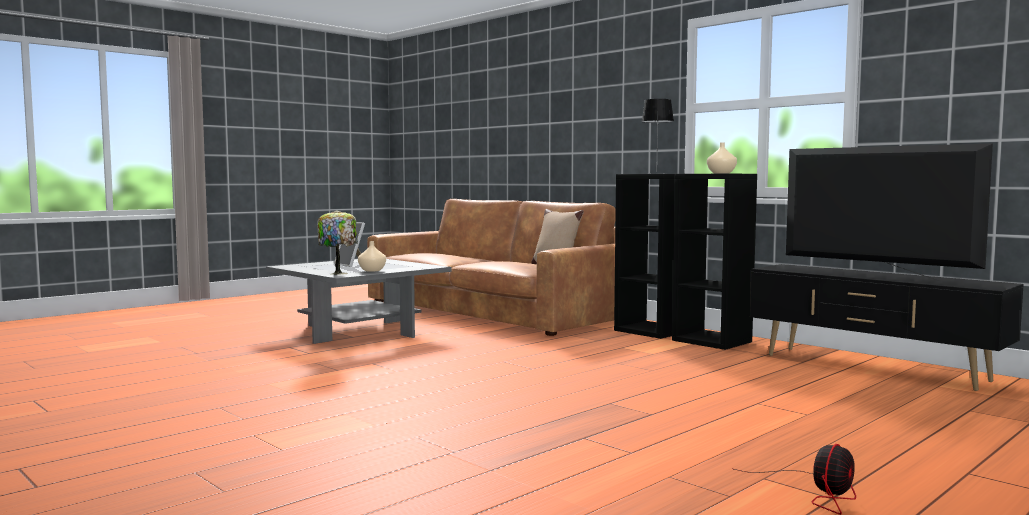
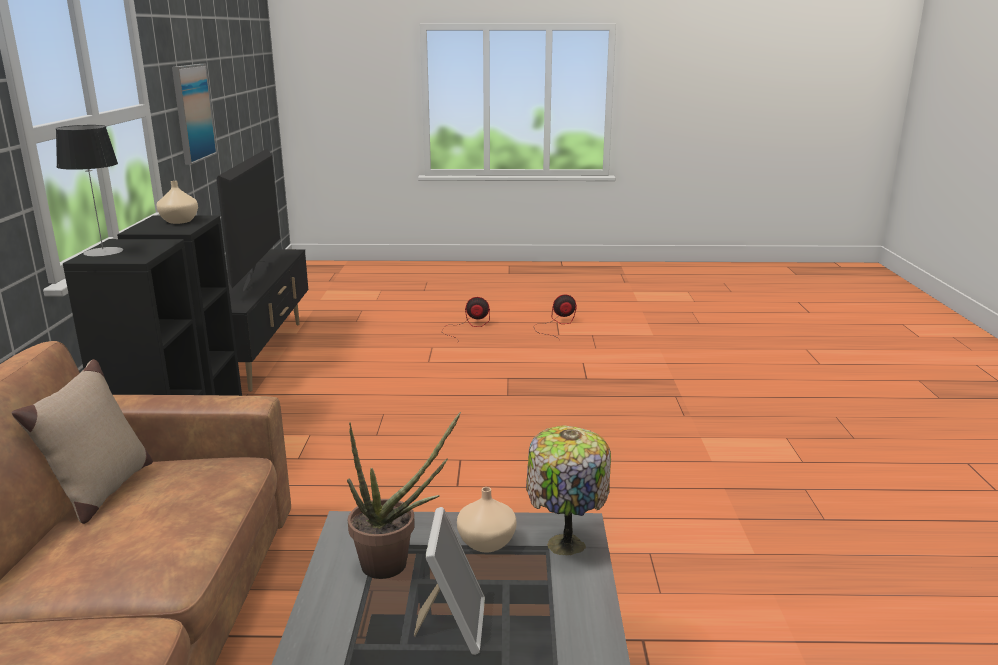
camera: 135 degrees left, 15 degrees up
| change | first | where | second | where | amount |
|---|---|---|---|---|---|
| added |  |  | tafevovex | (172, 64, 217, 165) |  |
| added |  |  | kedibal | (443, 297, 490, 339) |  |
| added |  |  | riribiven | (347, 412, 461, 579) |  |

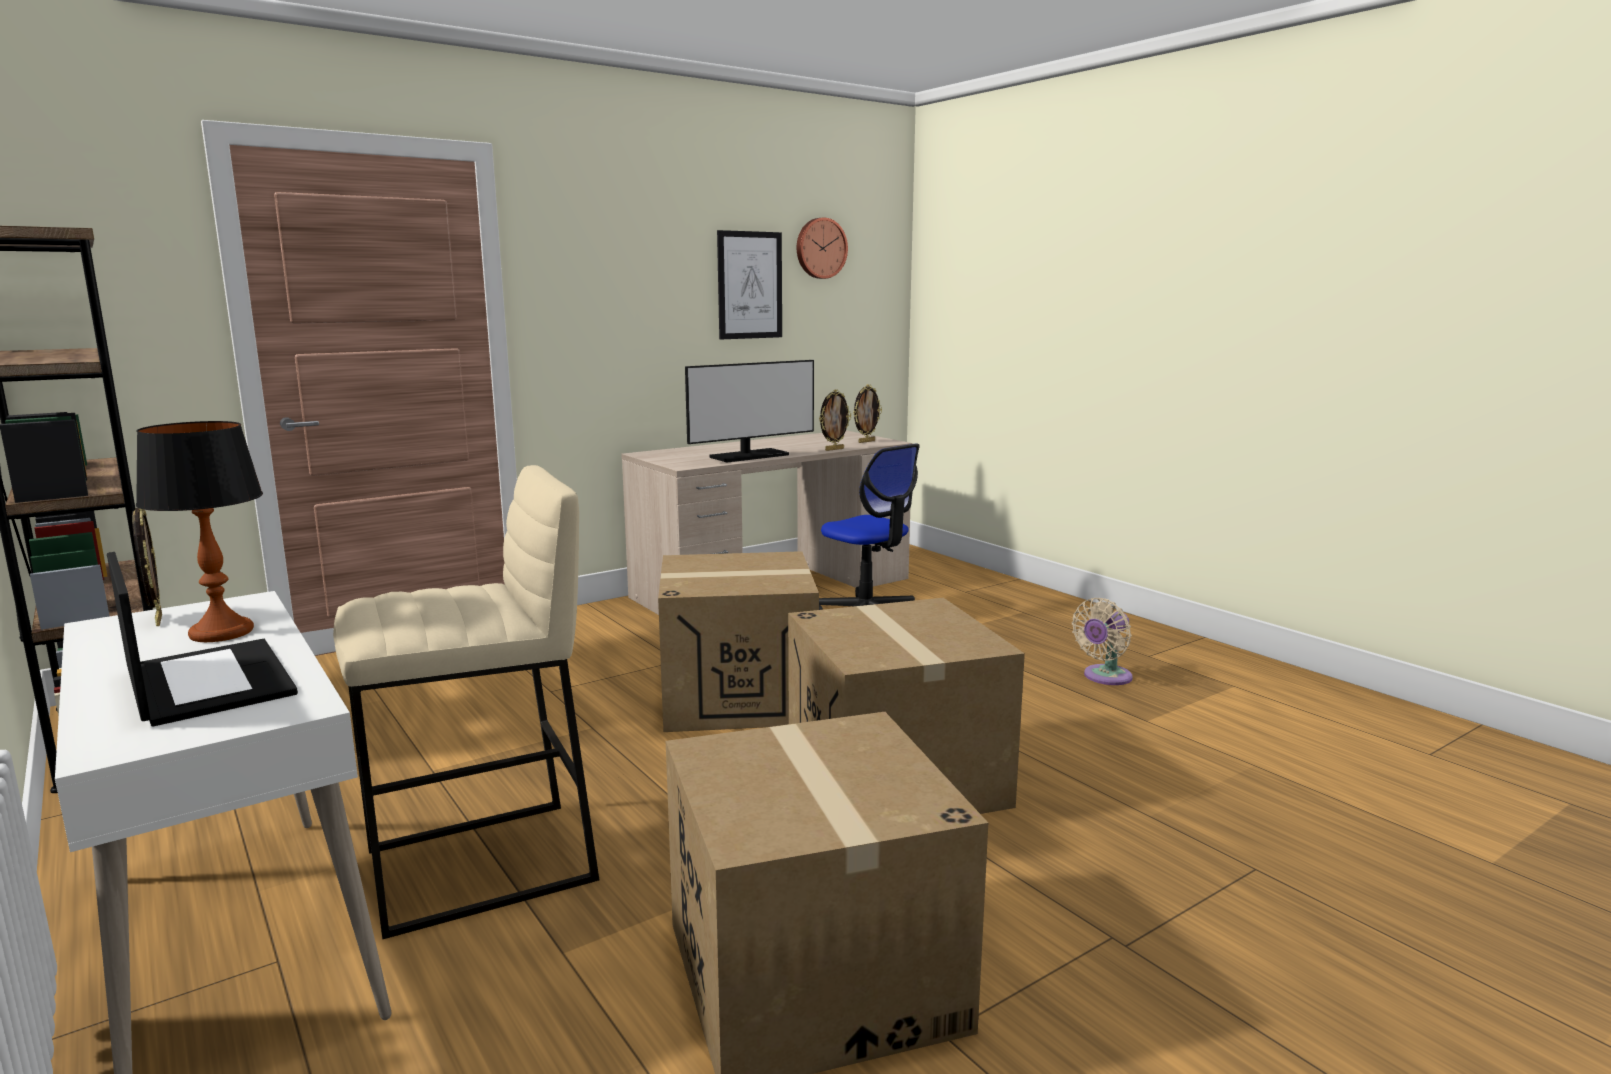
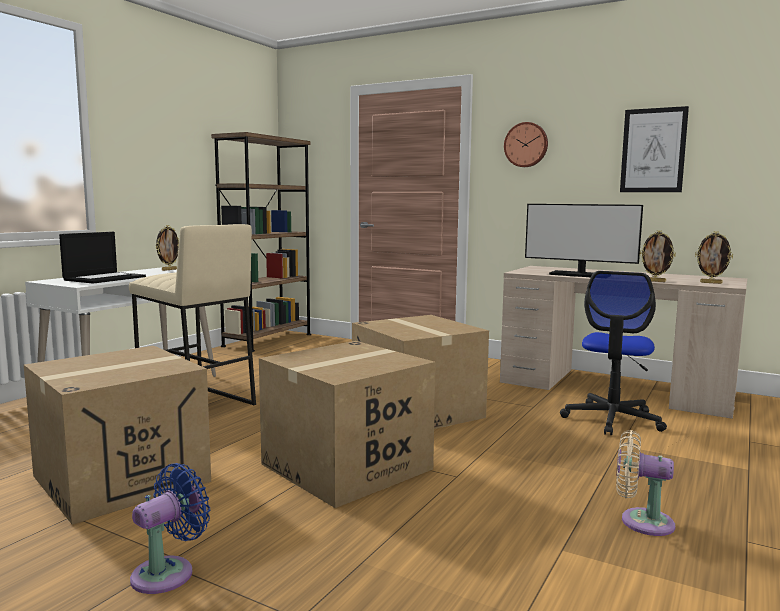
camera: 65 degrees right, 5 degrees down
| change | first | where | second | where | amount |
|---|---|---|---|---|---|
| moved | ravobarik | (797, 218, 848, 279) |  | (504, 122, 548, 167) |  |
| removed | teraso | (136, 421, 263, 642) |  |  |  |
| added |  |  | blue kedibal | (130, 463, 210, 594) |  |

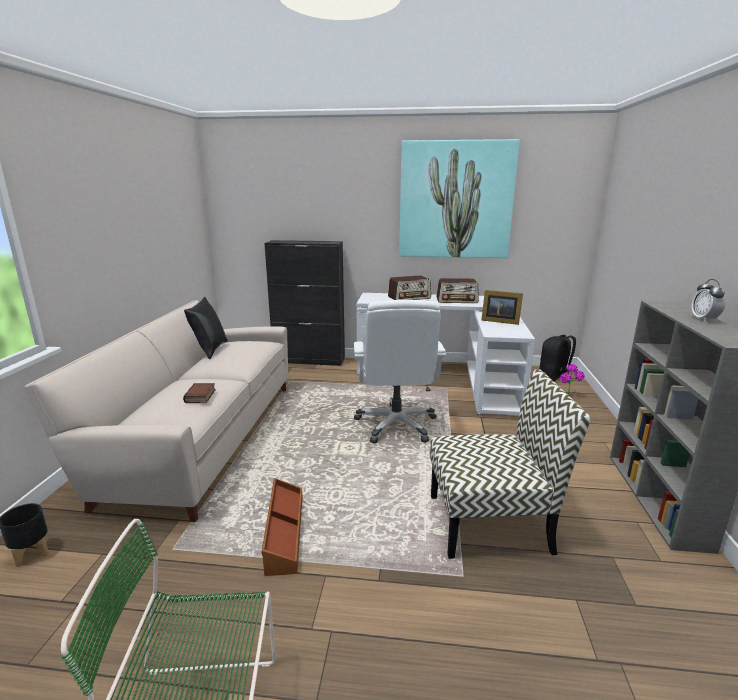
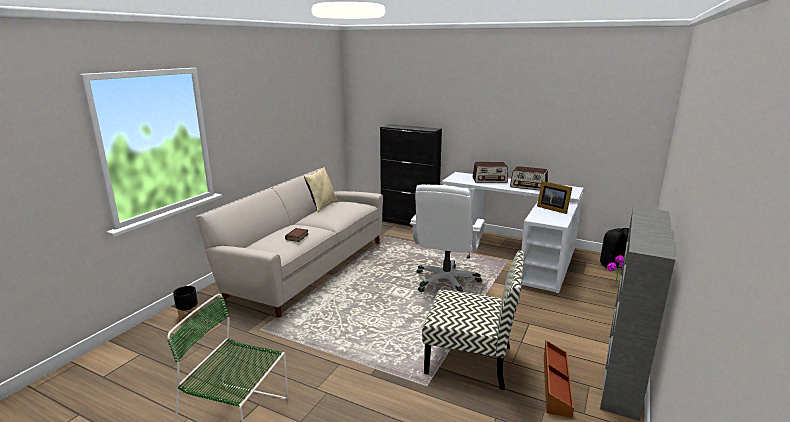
camera: 20 degrees right, 0 degrees up
| change | first | where | second | where | amount |
|---|---|---|---|---|---|
| removed | tafevovex | (399, 139, 520, 258) |  |  |  |
| removed | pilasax | (692, 279, 726, 322) |  |  |  |
| recoloured | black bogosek | (184, 297, 228, 359) | beige bogosek | (304, 167, 338, 213) |  |
| moved | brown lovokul | (262, 478, 303, 576) |  | (544, 340, 574, 418) |  |

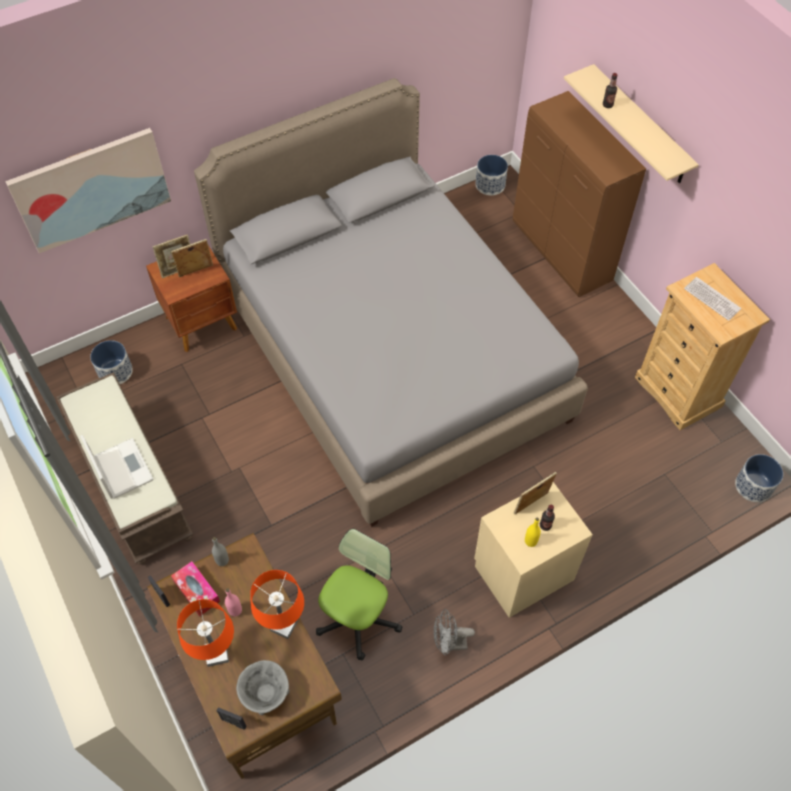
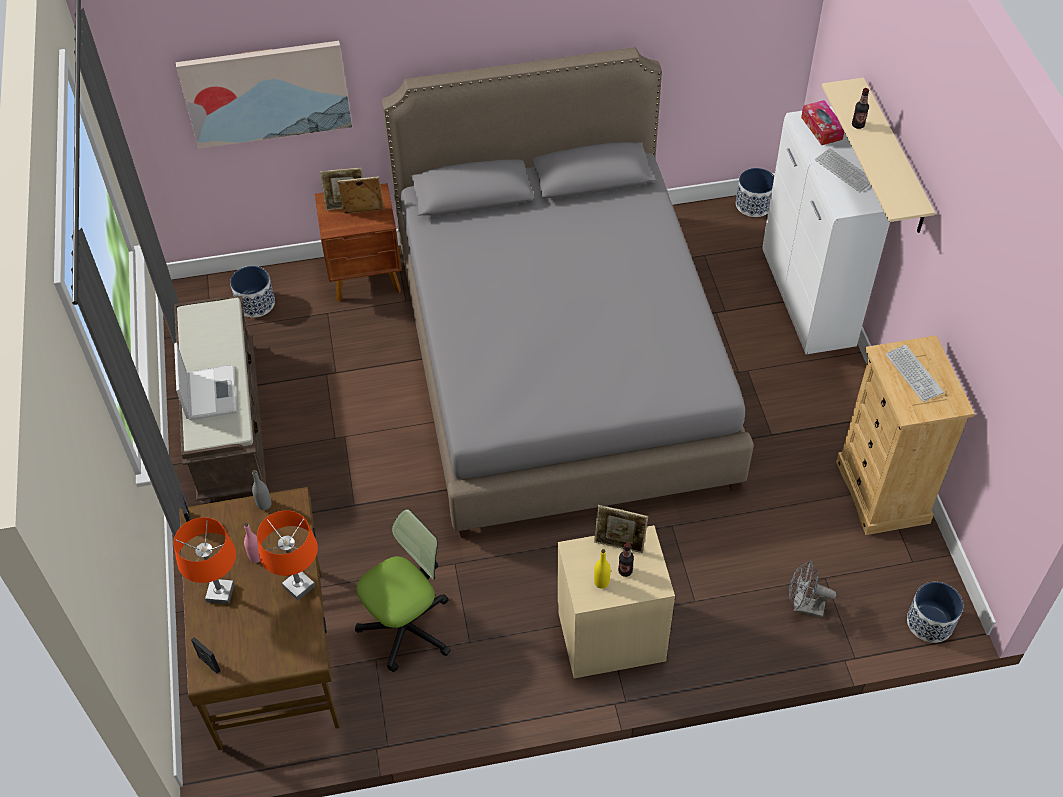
camera: 20 degrees right, 5 degrees down
| change | first | where | second | where | amount |
|---|---|---|---|---|---|
| recoloured | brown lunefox | (513, 91, 646, 297) | white lunefox | (762, 106, 890, 354) |  |
| turned | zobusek | (514, 472, 557, 514) |  | (594, 505, 648, 553) | 150 degrees counterclockwise |
| moved | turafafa | (171, 561, 220, 617) |  | (801, 100, 844, 145) |  |
| moved | grey kedibal | (434, 609, 475, 656) |  | (789, 561, 836, 618) |  |
| removed | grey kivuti | (236, 660, 290, 715) |  |  |  |
| added |  |  | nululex | (815, 148, 871, 192) |  |

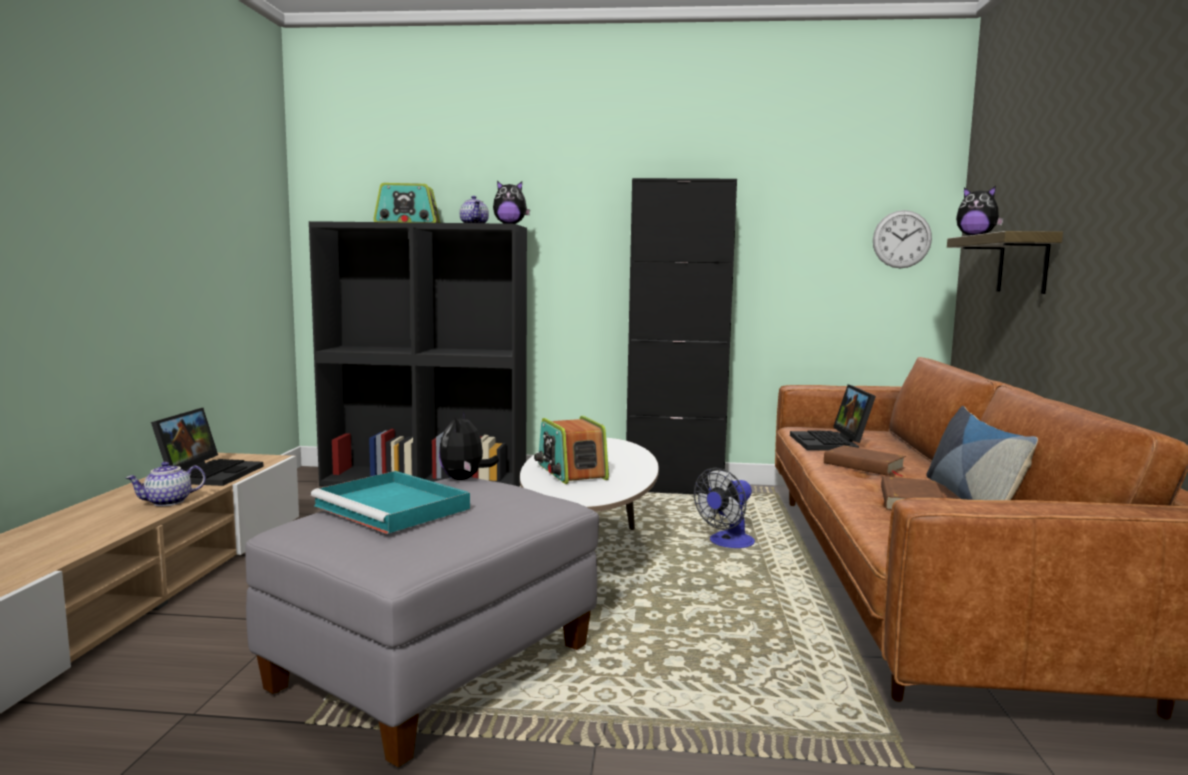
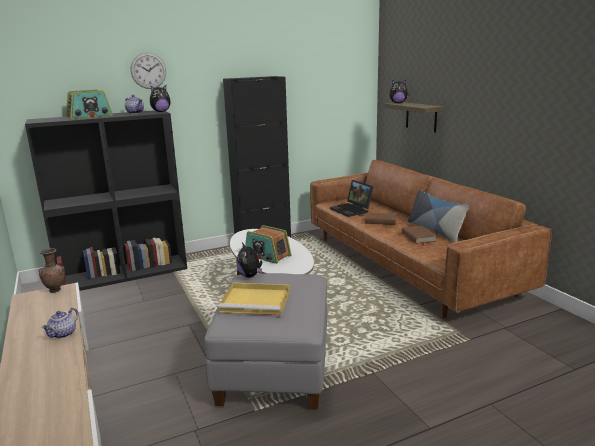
camera: 30 degrees left, 10 degrees up
| change | first | where | second | where | amount |
|---|---|---|---|---|---|
| moved | ravobarik | (873, 210, 932, 268) |  | (131, 53, 166, 89) |  |
| removed | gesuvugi | (151, 408, 264, 486) |  |  |  |
| removed | kedibal | (694, 468, 755, 548) |  |  |  |
| recoloured | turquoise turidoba | (311, 471, 470, 534) | yellow turidoba | (219, 282, 290, 315) |  |
| added |  |  | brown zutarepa | (39, 248, 65, 293) |  |

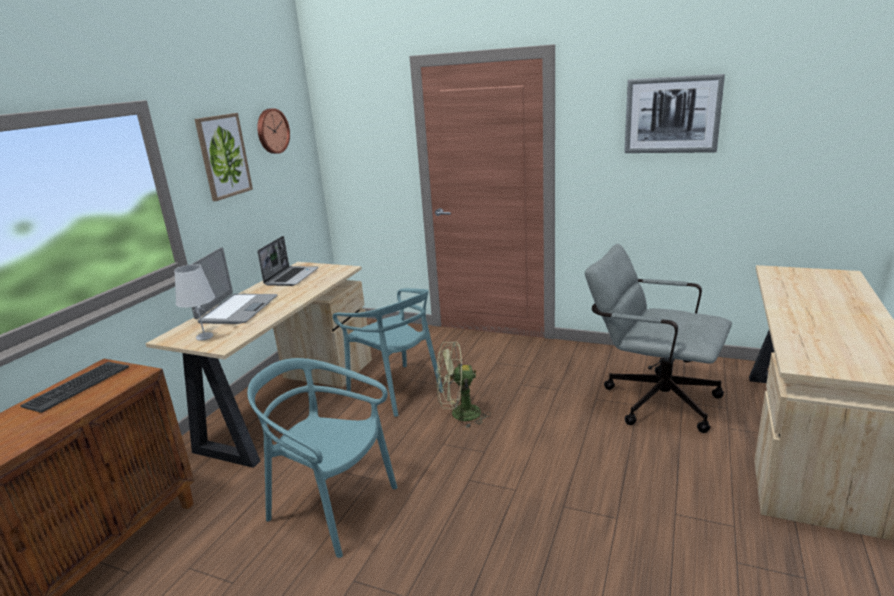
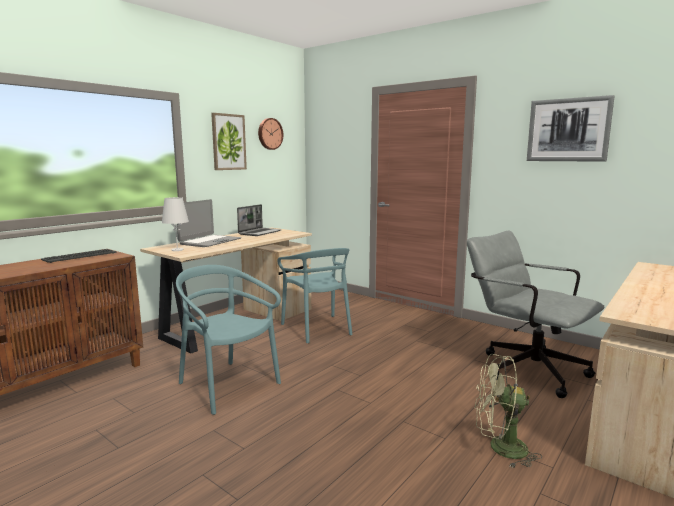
camera: 15 degrees right, 10 degrees down
| change | first | where | second | where | amount |
|---|---|---|---|---|---|
| moved | green kedibal | (436, 342, 491, 428) |  | (475, 354, 542, 468) |  |

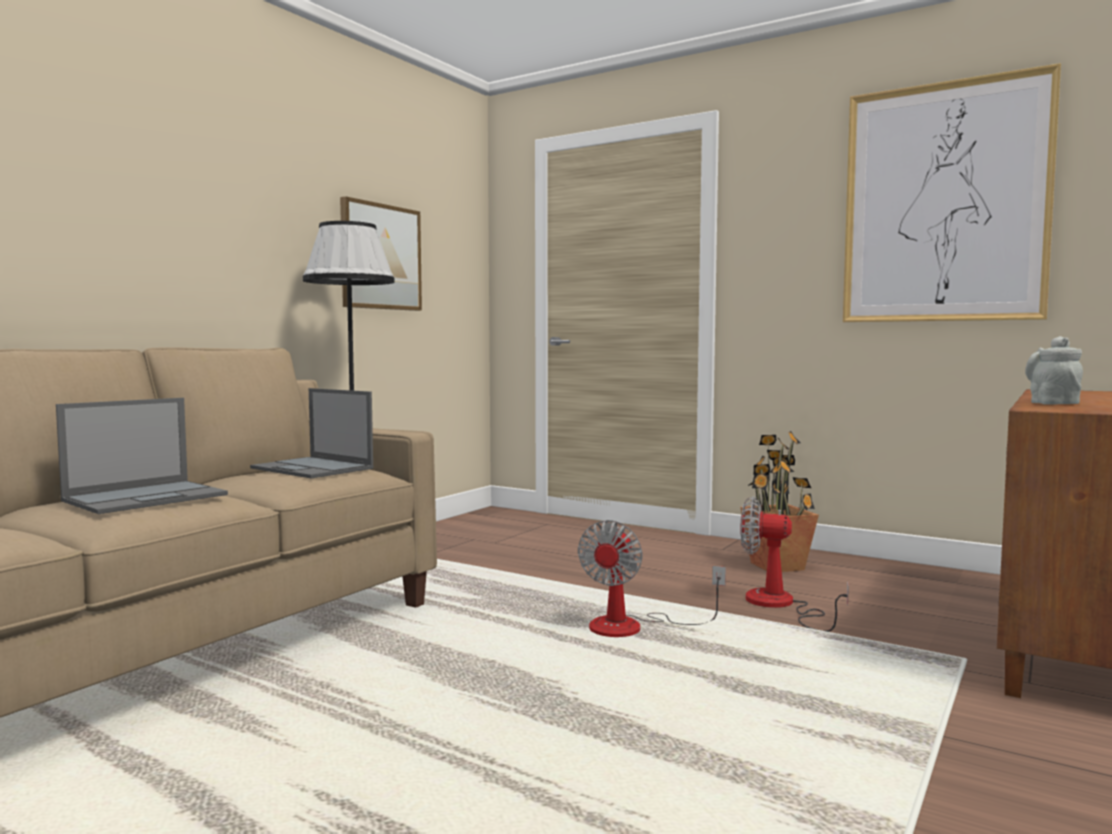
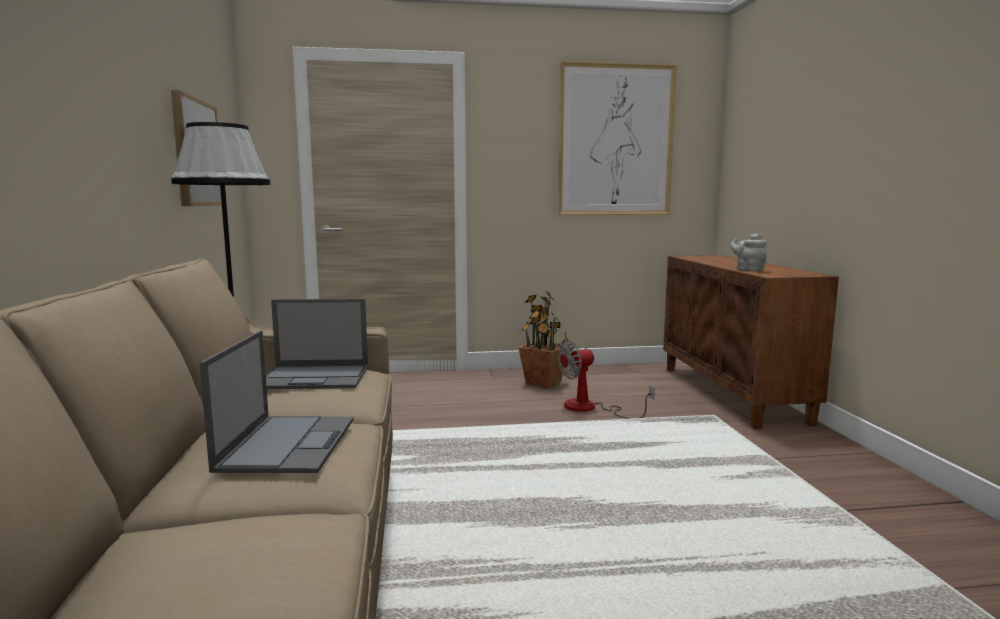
camera: 40 degrees left, 5 degrees up
| change | first | where | second | where | amount |
|---|---|---|---|---|---|
| removed | kedibal | (578, 520, 726, 637) |  |  |  |

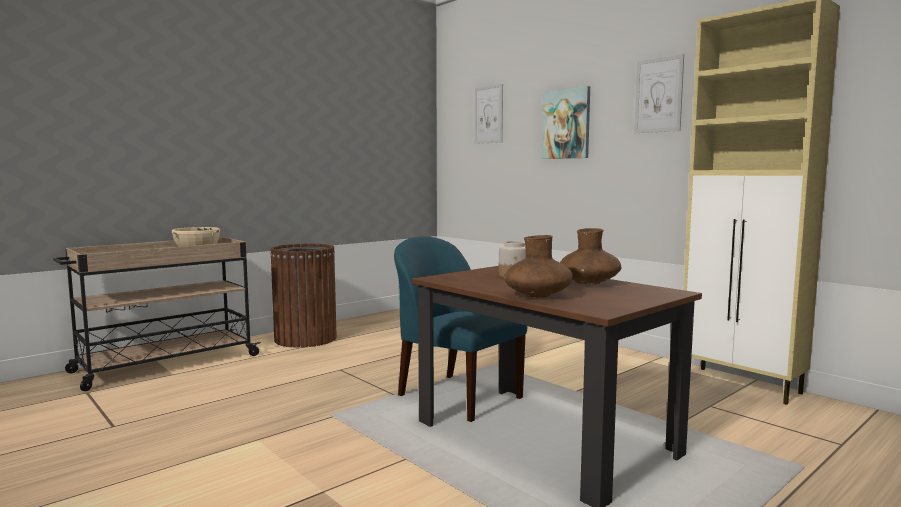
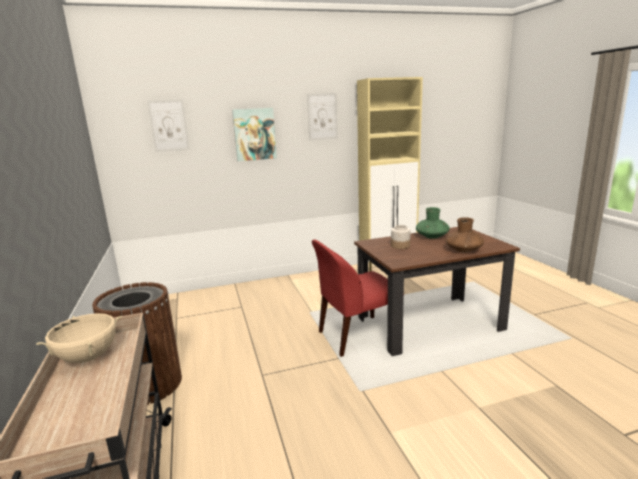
camera: 65 degrees left, 10 degrees up
| change | first | where | second | where | amount |
|---|---|---|---|---|---|
| recoloured | brown zutarepa | (560, 228, 622, 285) | green zutarepa | (416, 207, 450, 239) |  |
| recoloured | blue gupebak | (394, 236, 528, 422) | red gupebak | (312, 240, 388, 357) |  |

